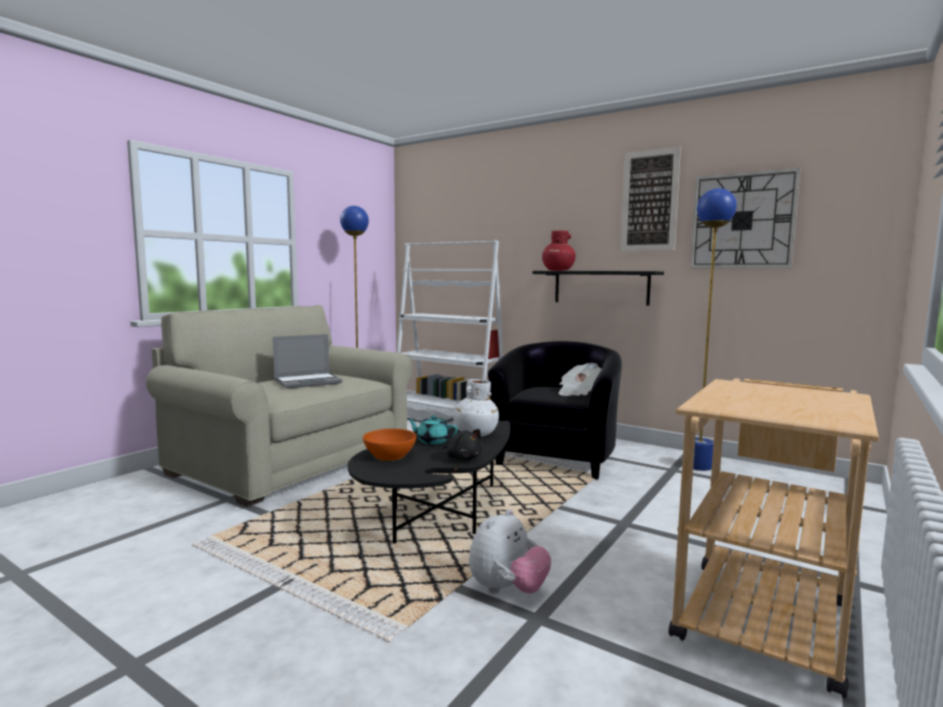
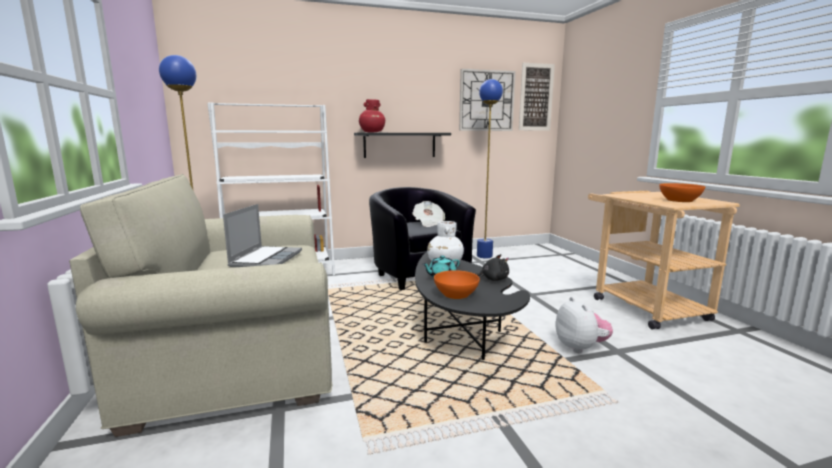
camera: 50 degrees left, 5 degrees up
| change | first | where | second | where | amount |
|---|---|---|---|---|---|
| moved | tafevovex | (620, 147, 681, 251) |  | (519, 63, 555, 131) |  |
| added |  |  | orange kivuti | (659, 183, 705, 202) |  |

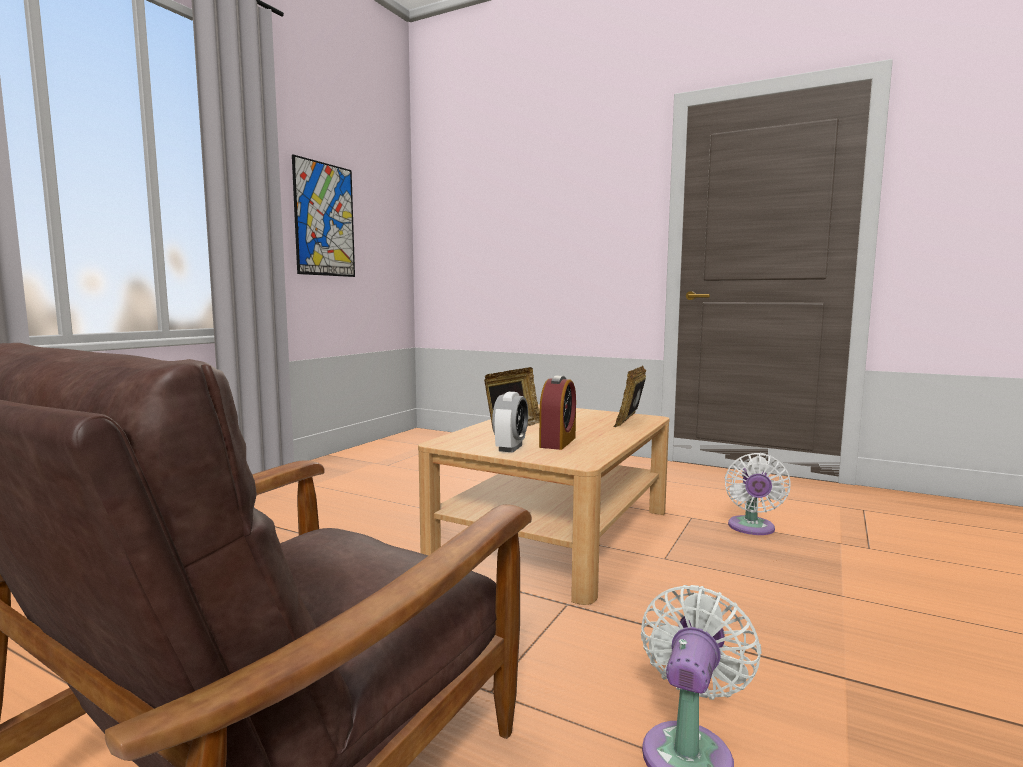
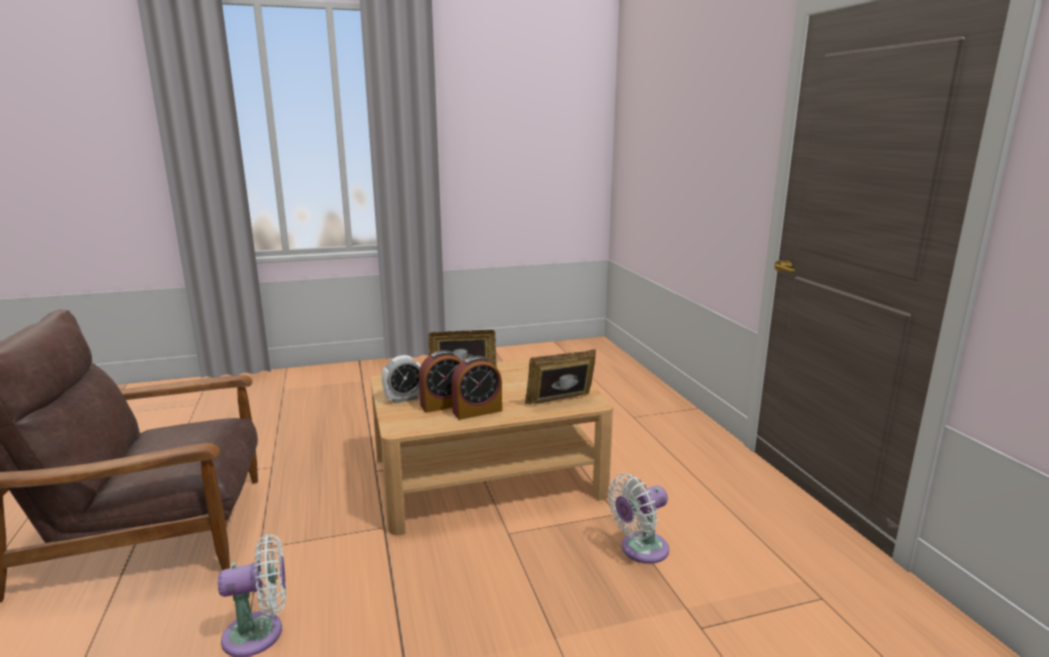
camera: 45 degrees right, 10 degrees up
| change | first | where | second | where | amount |
|---|---|---|---|---|---|
| removed | tafevovex | (292, 154, 355, 277) |  |  |  |
| added |  |  | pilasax | (451, 355, 502, 420) |  |

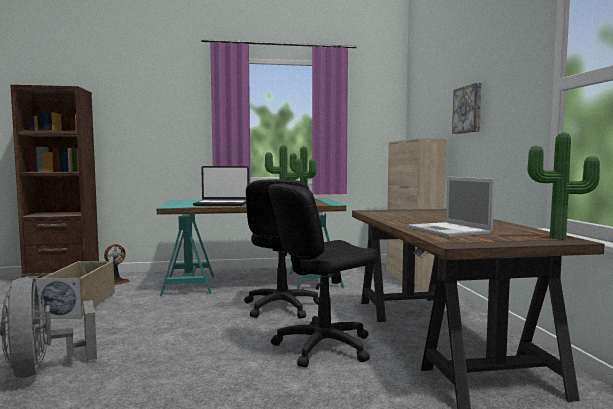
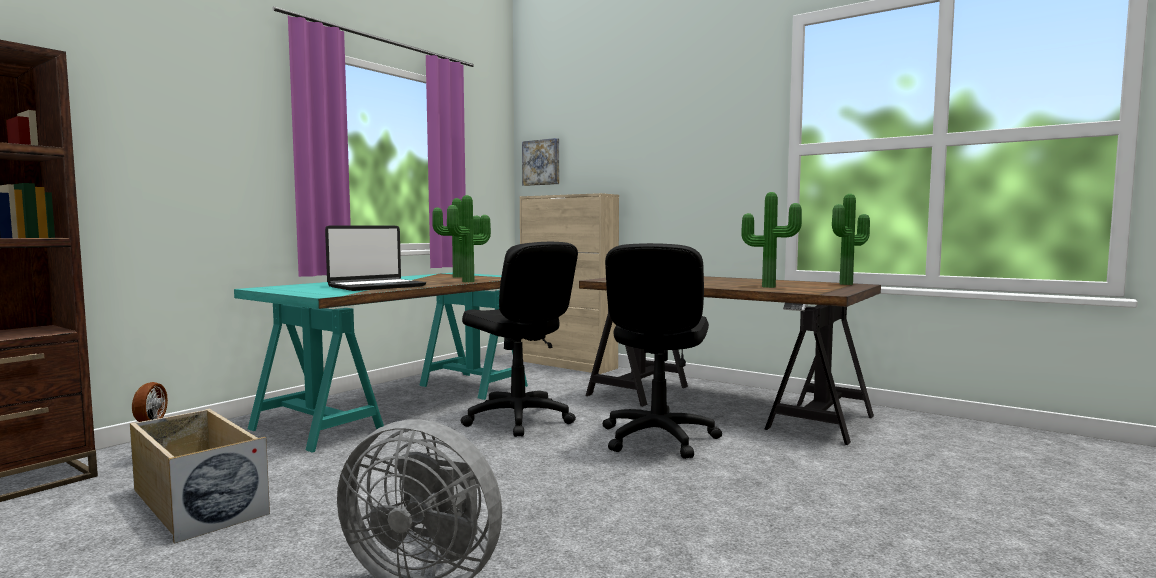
camera: 45 degrees left, 0 degrees up
| change | first | where | second | where | amount |
|---|---|---|---|---|---|
| moved | tafevovex | (452, 83, 481, 134) |  | (522, 138, 559, 186) |  |
| replaced | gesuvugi | (407, 177, 495, 237) | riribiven | (741, 192, 802, 288) |  |

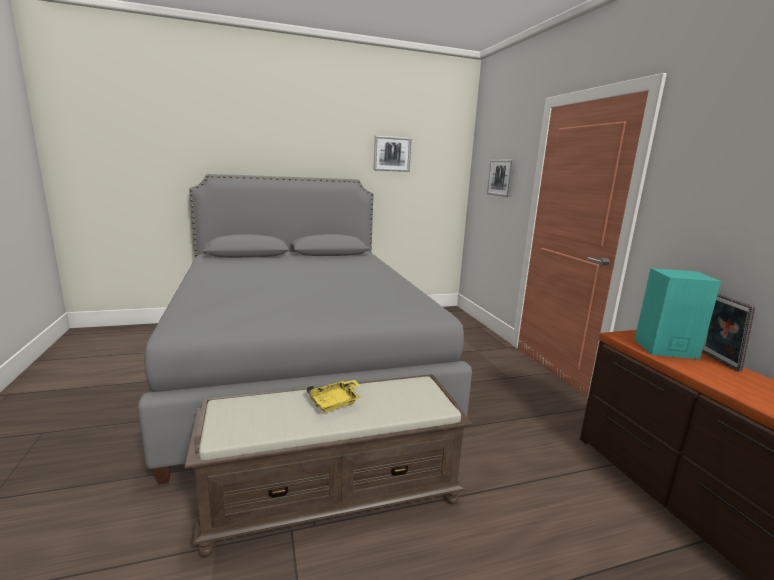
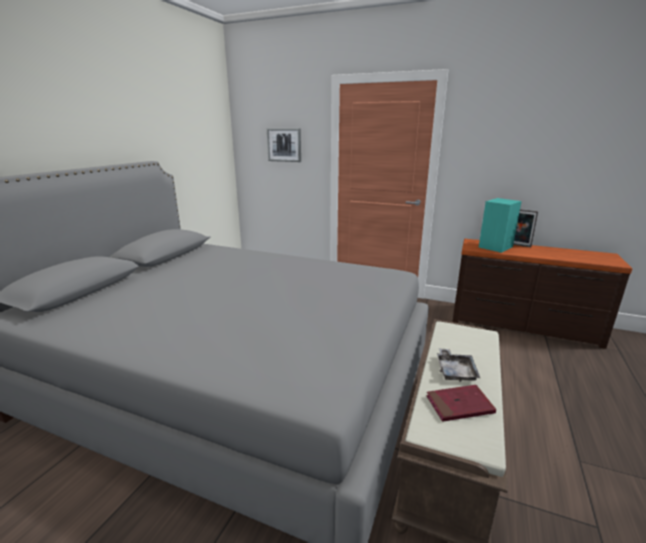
camera: 50 degrees left, 5 degrees up
| change | first | where | second | where | amount |
|---|---|---|---|---|---|
| removed | tafevovex | (374, 136, 412, 172) |  |  |  |
| recoloured | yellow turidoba | (307, 380, 361, 412) | grey turidoba | (437, 348, 480, 382) |  |
| added |  |  | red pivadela | (426, 385, 496, 422) |  |

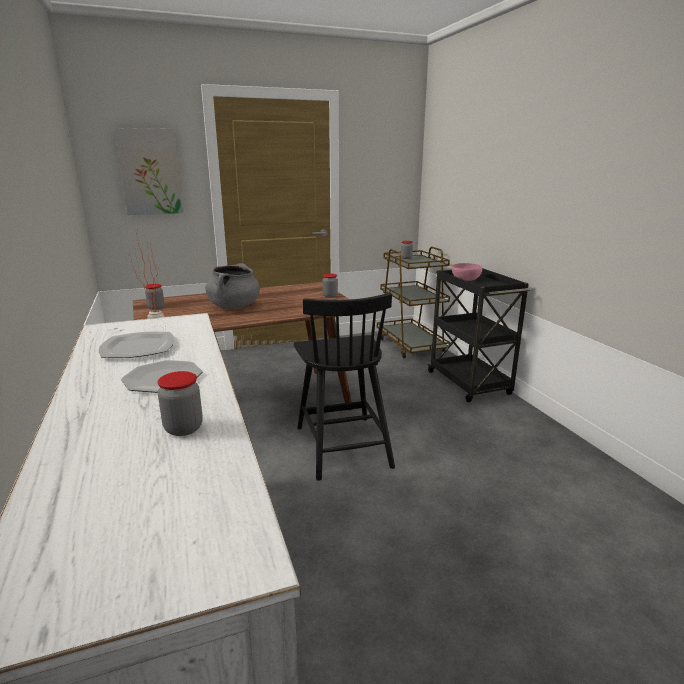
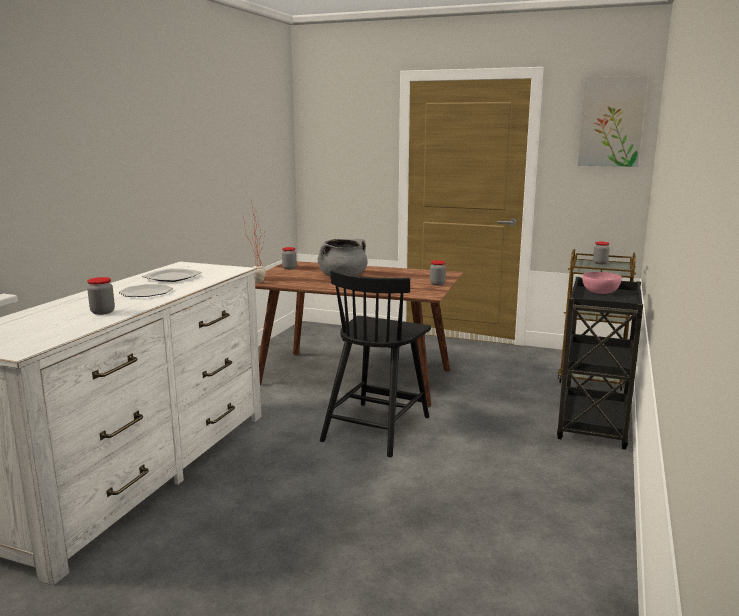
camera: 40 degrees right, 5 degrees down
| change | first | where | second | where | amount |
|---|---|---|---|---|---|
| moved | tafevovex | (114, 128, 183, 215) |  | (578, 76, 648, 167) |  |

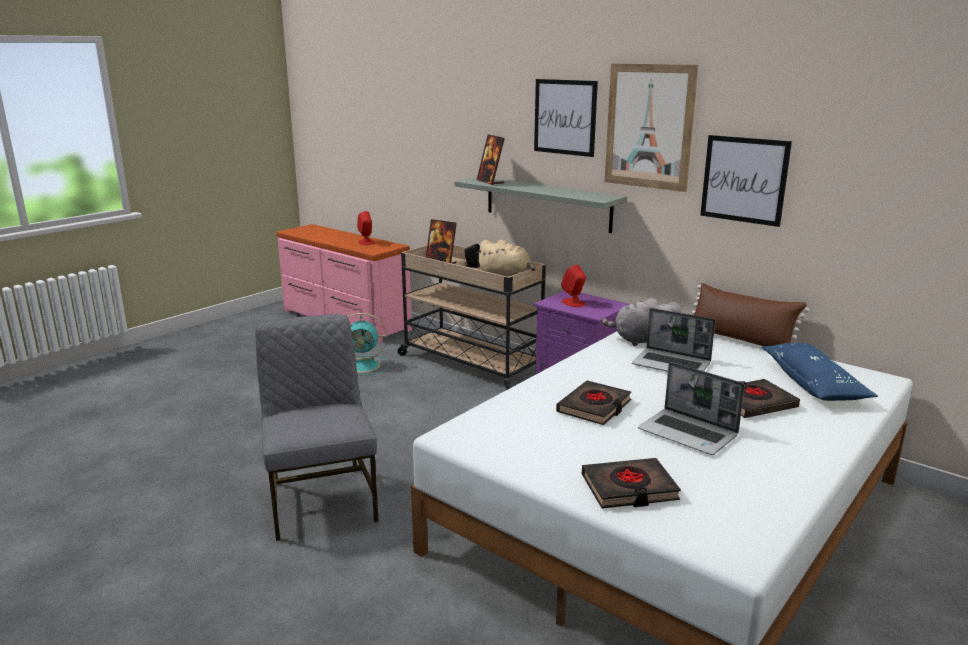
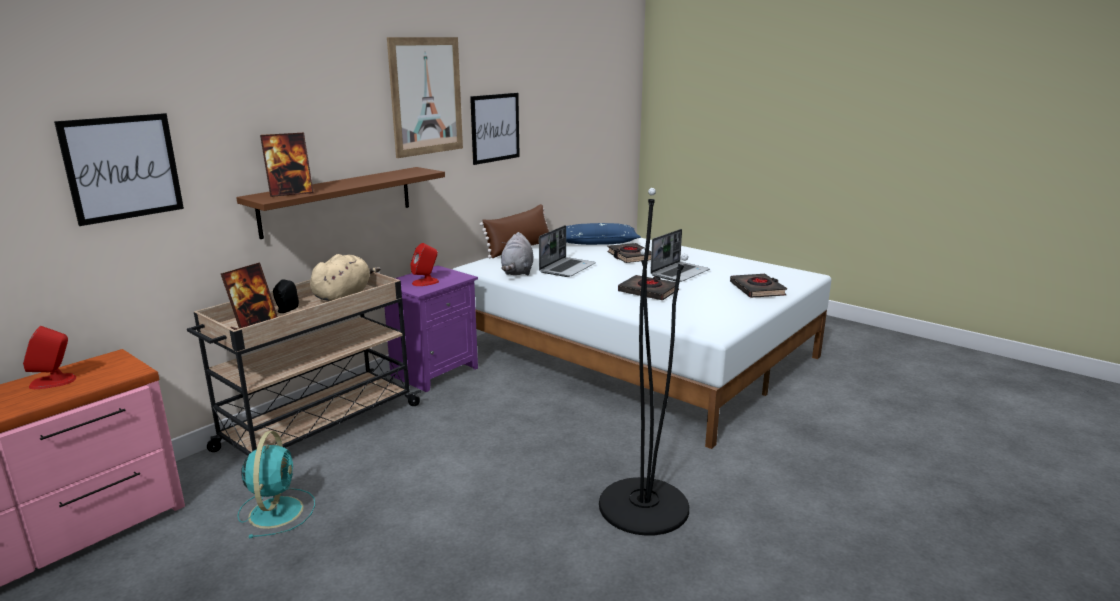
camera: 90 degrees left, 0 degrees up
| change | first | where | second | where | amount |
|---|---|---|---|---|---|
| moved | tafevovex | (534, 79, 598, 157) |  | (54, 113, 184, 226) |  |
| recoloured | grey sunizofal | (454, 177, 627, 233) | brown sunizofal | (236, 167, 445, 239) |  |
| replaced | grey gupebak | (255, 314, 379, 541) | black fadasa | (599, 188, 689, 536) |  |

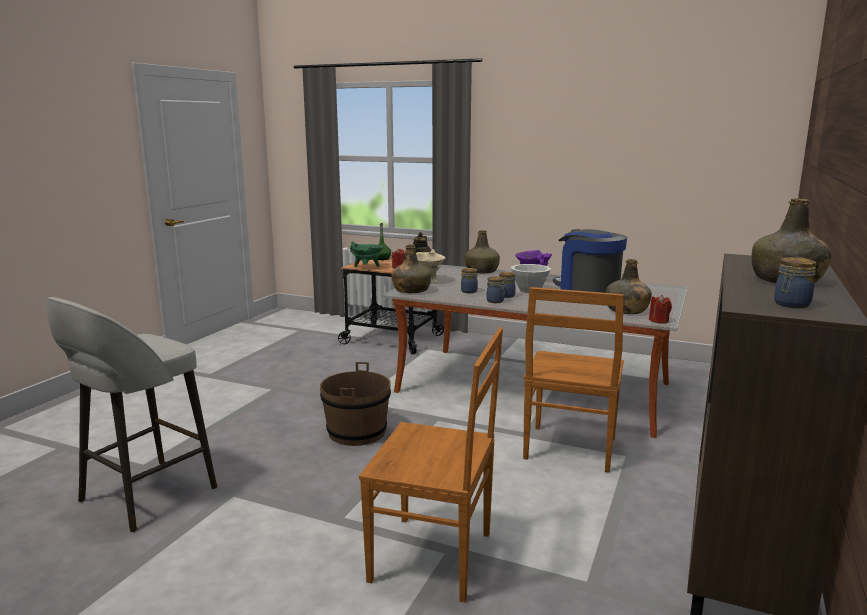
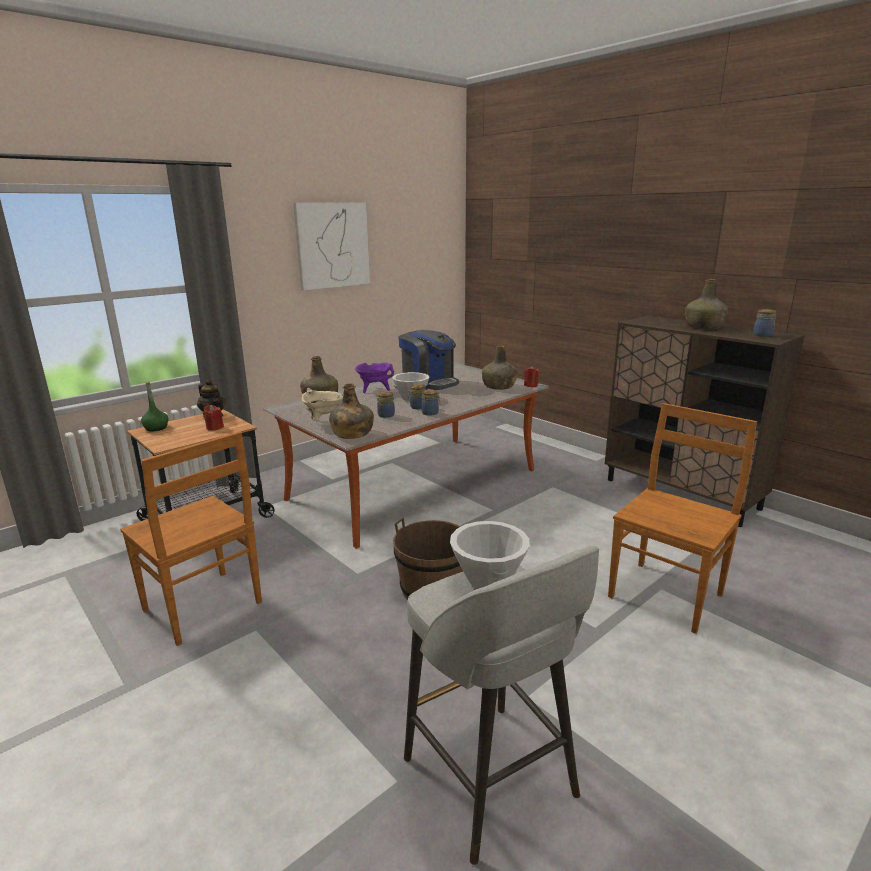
camera: 65 degrees left, 5 degrees up
| change | first | where | second | where | amount |
|---|---|---|---|---|---|
| turned | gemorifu | (553, 229, 627, 293) |  | (398, 330, 459, 390) | 120 degrees counterclockwise |
| removed | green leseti | (350, 242, 383, 267) |  |  |  |
| moved | brown gupebak | (523, 287, 624, 473) |  | (120, 431, 262, 646) |  |
| added |  |  | tafevovex | (293, 203, 370, 291) |  |
| added |  |  | white kivuti | (450, 521, 530, 589) |  |

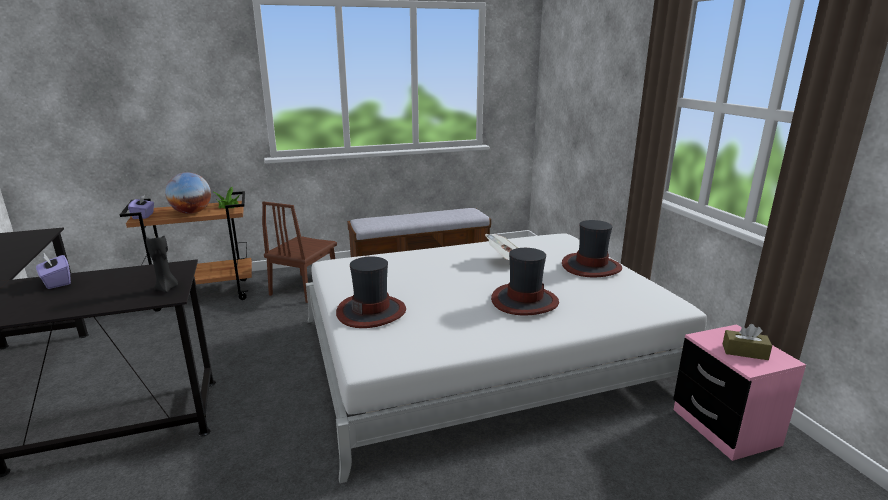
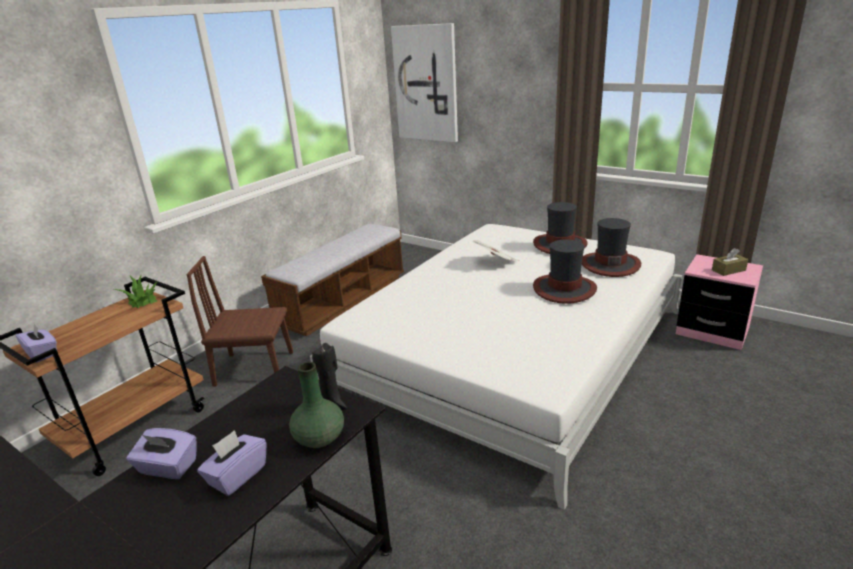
camera: 35 degrees left, 5 degrees up
| change | first | where | second | where | amount |
|---|---|---|---|---|---|
| removed | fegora | (165, 172, 211, 214) |  |  |  |
| turned | brown gupebak | (262, 201, 337, 303) |  | (186, 256, 293, 387) | 105 degrees clockwise |
| moved | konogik | (336, 257, 406, 328) |  | (582, 218, 641, 277) |  |
| added |  |  | tafevovex | (391, 23, 458, 142) |  |
| added |  |  | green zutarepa | (289, 362, 344, 448) |  |
| added |  |  | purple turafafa | (197, 430, 266, 496) |  |

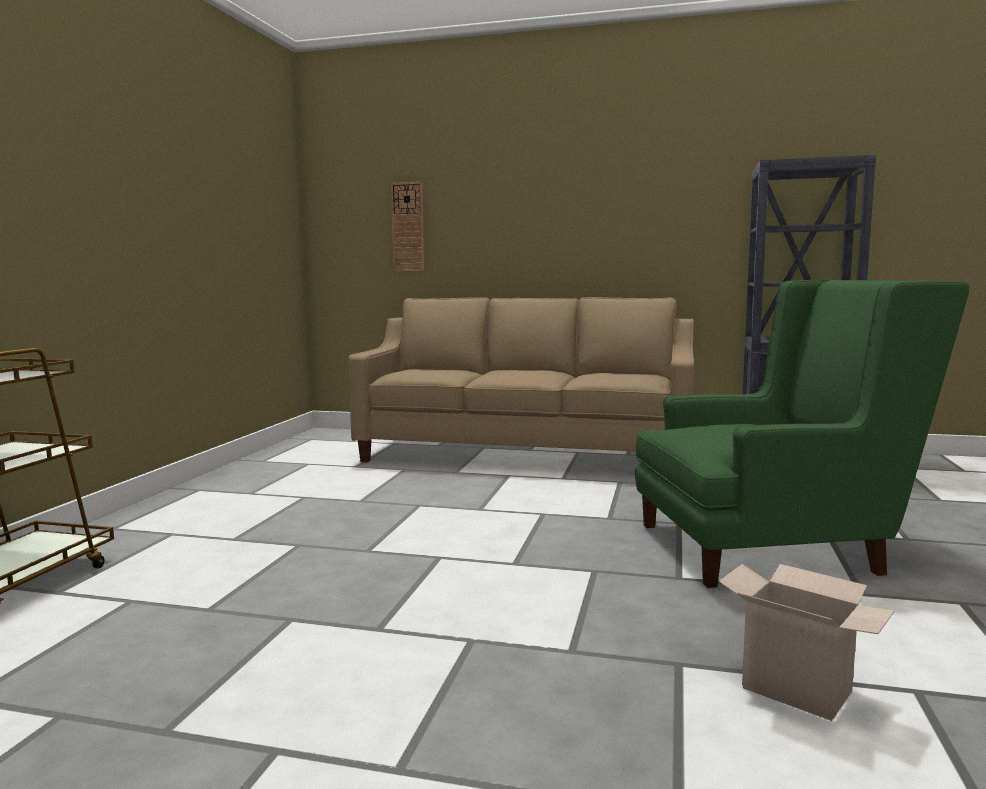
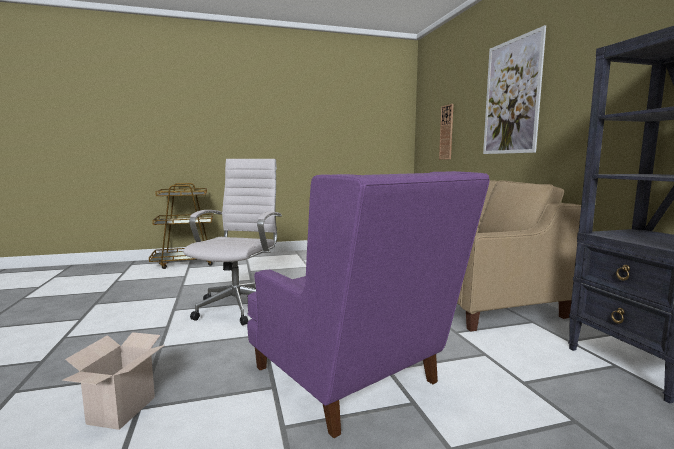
camera: 60 degrees right, 0 degrees up
| change | first | where | second | where | amount |
|---|---|---|---|---|---|
| recoloured | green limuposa | (635, 280, 969, 588) | purple limuposa | (247, 171, 490, 438) |  |
| added |  |  | tafevovex | (483, 25, 546, 154) |  |
| added |  |  | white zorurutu | (183, 159, 282, 326) |  |

